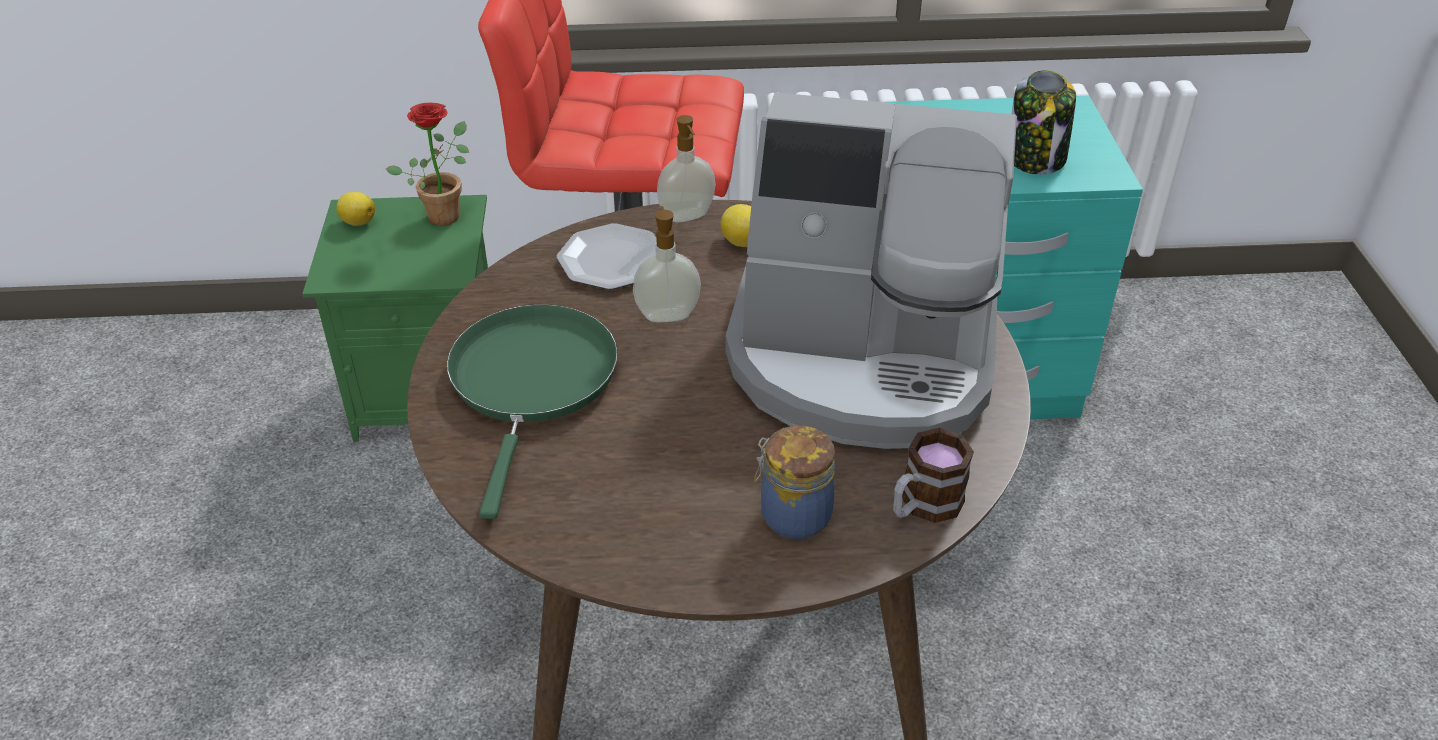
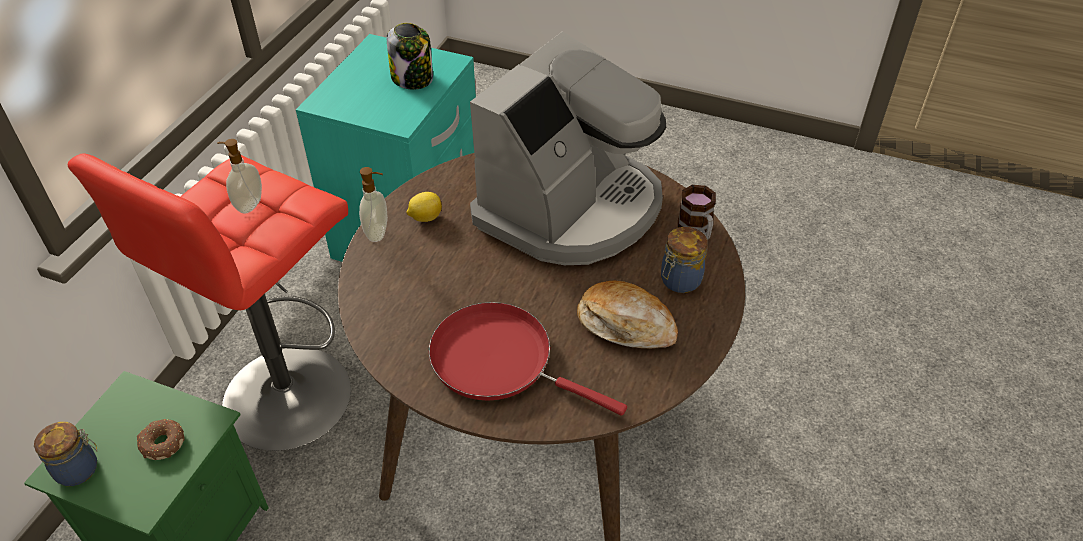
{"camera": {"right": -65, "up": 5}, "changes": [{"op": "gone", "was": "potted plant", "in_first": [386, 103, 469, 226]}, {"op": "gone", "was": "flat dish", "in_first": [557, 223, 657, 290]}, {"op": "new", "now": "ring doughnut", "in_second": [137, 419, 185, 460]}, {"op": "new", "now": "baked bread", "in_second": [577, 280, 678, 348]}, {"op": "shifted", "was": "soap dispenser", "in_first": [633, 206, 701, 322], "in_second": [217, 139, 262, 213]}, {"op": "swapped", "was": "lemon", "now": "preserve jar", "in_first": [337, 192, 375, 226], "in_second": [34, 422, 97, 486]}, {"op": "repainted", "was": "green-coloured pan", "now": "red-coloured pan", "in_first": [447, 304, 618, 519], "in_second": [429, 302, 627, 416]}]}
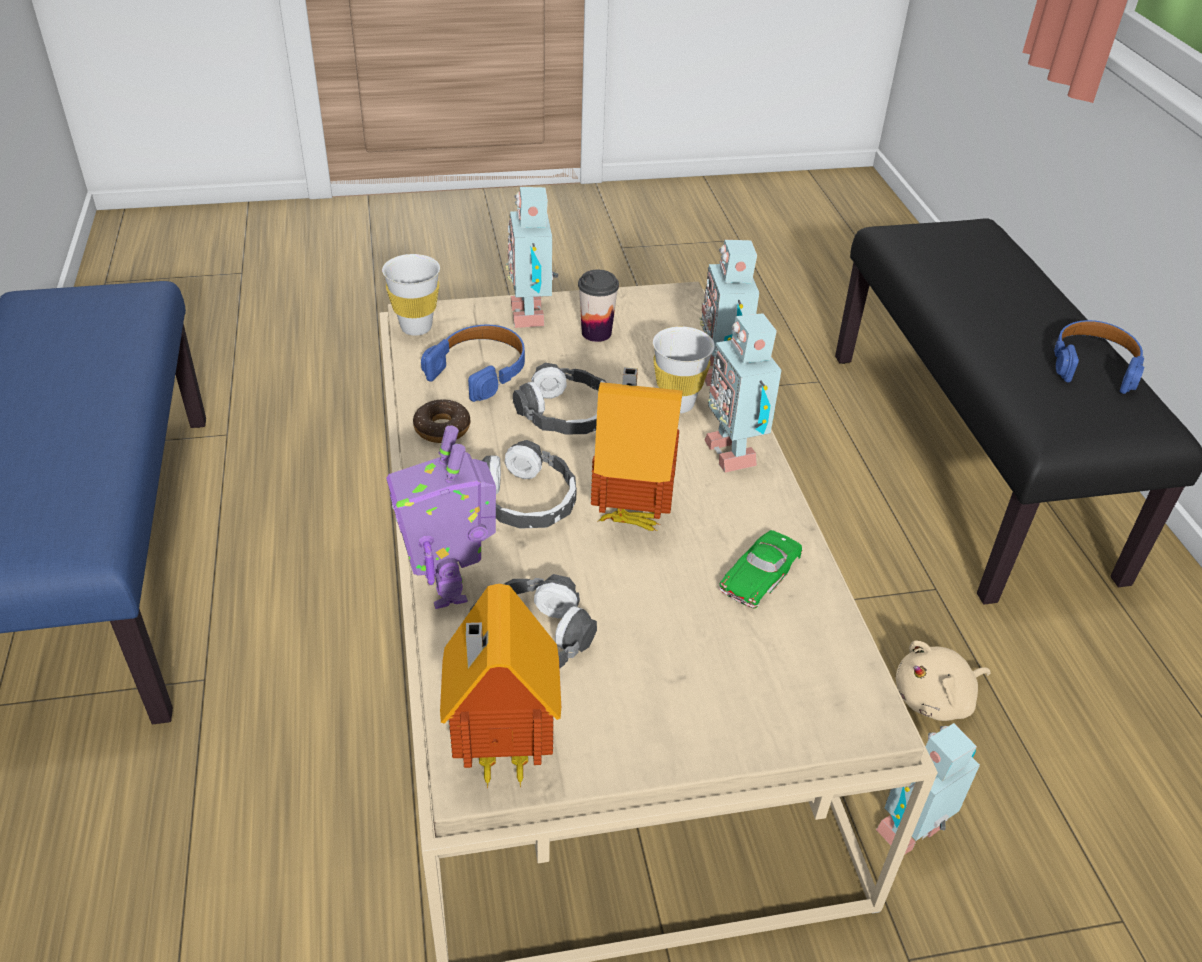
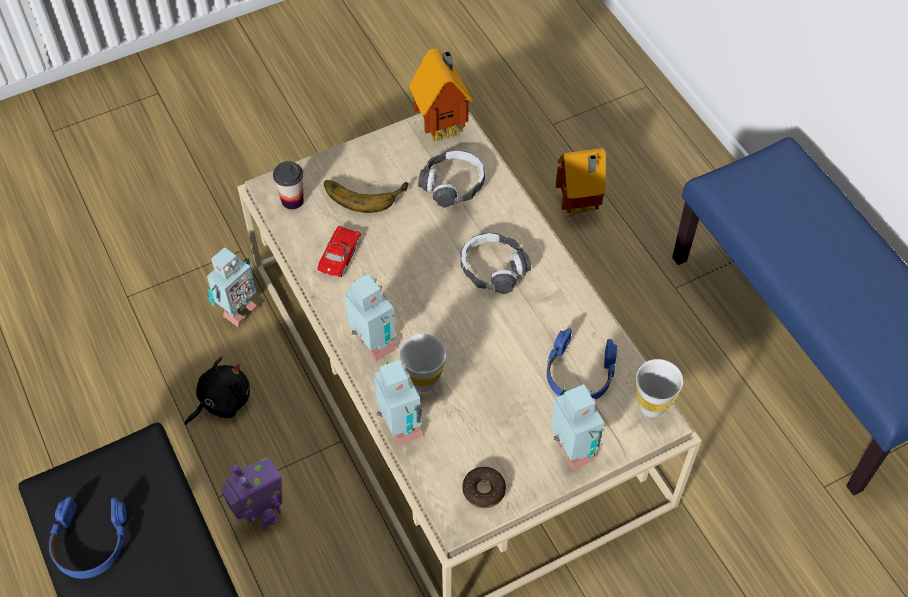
{"camera": {"right": 165, "up": 15}, "changes": [{"op": "gone", "was": "pair of headphones", "in_first": [513, 363, 607, 435]}, {"op": "new", "now": "banana fruit", "in_second": [324, 180, 409, 213]}, {"op": "shifted", "was": "toy robot", "in_first": [386, 426, 496, 609], "in_second": [221, 457, 283, 531]}, {"op": "shifted", "was": "ring doughnut", "in_first": [413, 399, 470, 443], "in_second": [462, 467, 506, 508]}, {"op": "shifted", "was": "small cup", "in_first": [578, 270, 619, 342], "in_second": [273, 161, 304, 210]}, {"op": "shifted", "was": "toy house", "in_first": [591, 367, 683, 531], "in_second": [555, 148, 606, 218]}, {"op": "repainted", "was": "green-coloured miniature car", "now": "red-coloured miniature car", "in_first": [719, 530, 802, 609], "in_second": [317, 226, 361, 277]}, {"op": "repainted", "was": "beige plush toy", "now": "blackish plush toy", "in_first": [896, 640, 991, 721], "in_second": [185, 357, 250, 425]}]}
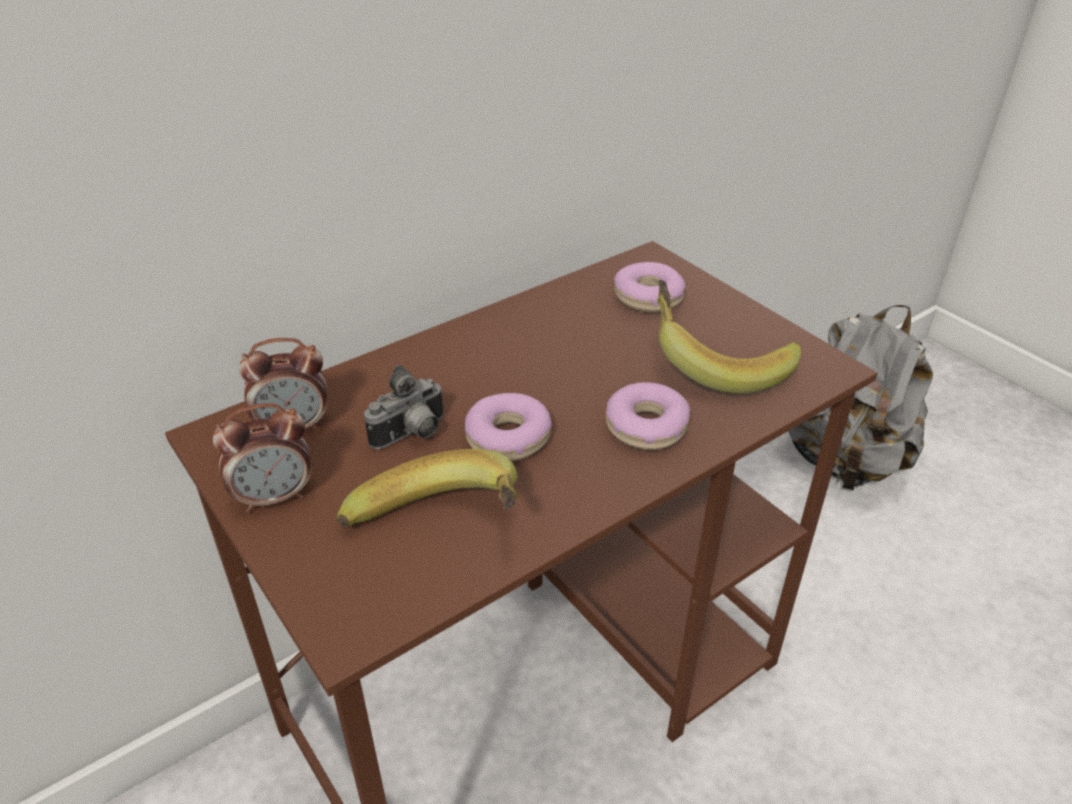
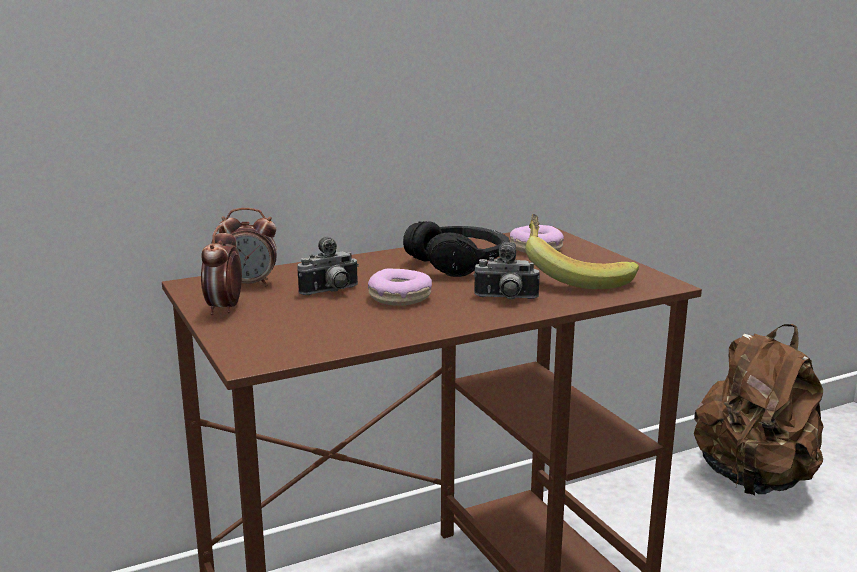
{"camera": {"right": 10, "up": -20}, "changes": [{"op": "gone", "was": "banana fruit", "in_first": [337, 449, 517, 527]}, {"op": "new", "now": "blackish pair of headphones", "in_second": [403, 221, 510, 277]}, {"op": "swapped", "was": "ring doughnut", "now": "still camera", "in_first": [606, 382, 690, 450], "in_second": [474, 242, 540, 299]}, {"op": "repainted", "was": "greyish backpack", "now": "brown backpack", "in_first": [788, 305, 933, 490], "in_second": [694, 324, 824, 495]}, {"op": "rotated", "was": "bedside clock", "in_first": [213, 403, 312, 512], "in_second": [201, 225, 242, 315], "clockwise": 105}]}
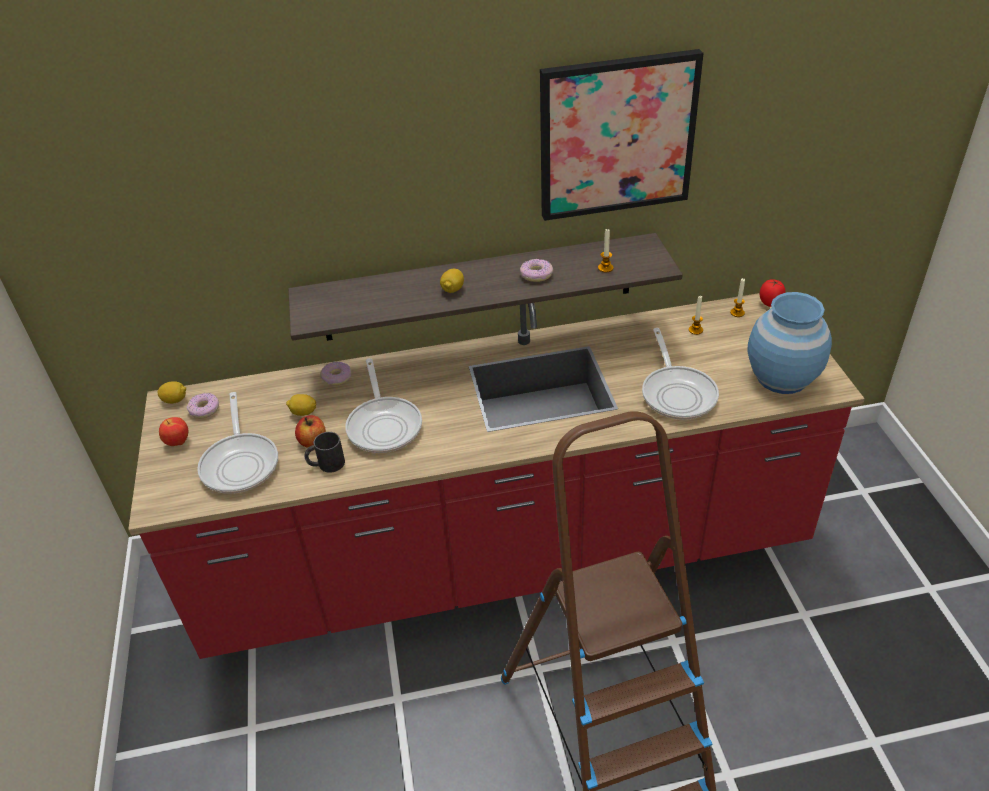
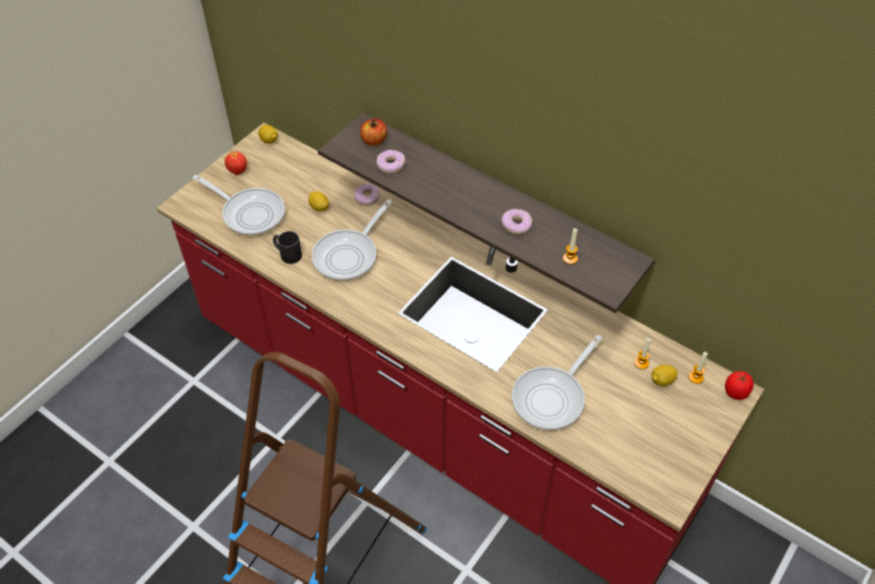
{"camera": {"right": 45, "up": 10}, "changes": [{"op": "gone", "was": "wall picture", "in_first": [540, 49, 704, 221]}, {"op": "gone", "was": "blue vase", "in_first": [748, 292, 832, 394]}, {"op": "shifted", "was": "ring doughnut", "in_first": [187, 393, 219, 418], "in_second": [376, 150, 405, 174]}, {"op": "shifted", "was": "whole apple", "in_first": [295, 415, 326, 448], "in_second": [360, 118, 387, 146]}, {"op": "shifted", "was": "lemon", "in_first": [440, 269, 464, 293], "in_second": [651, 364, 678, 386]}, {"op": "rotated", "was": "pan", "in_first": [197, 392, 278, 494], "in_second": [192, 175, 285, 236], "clockwise": -90}]}
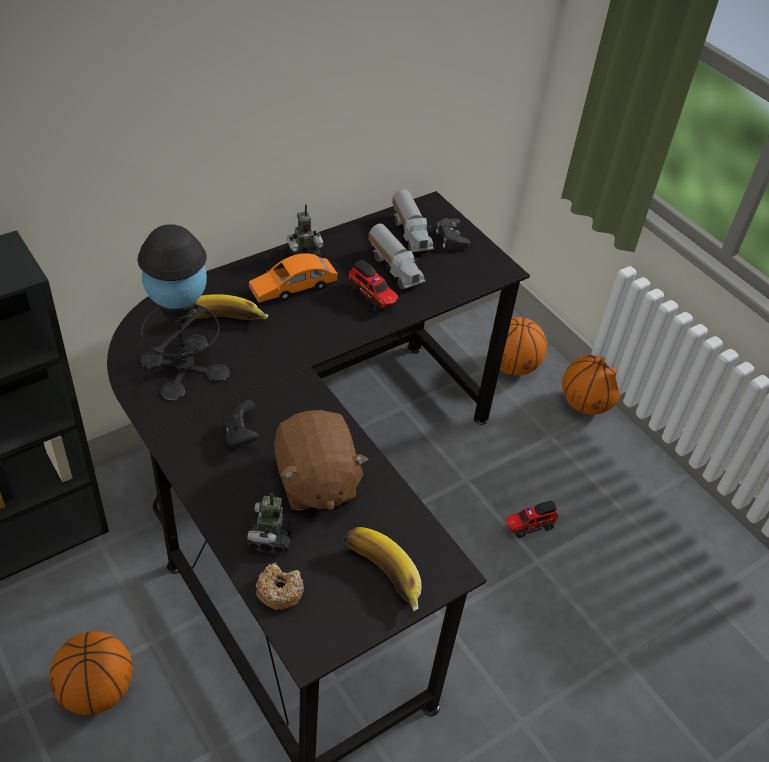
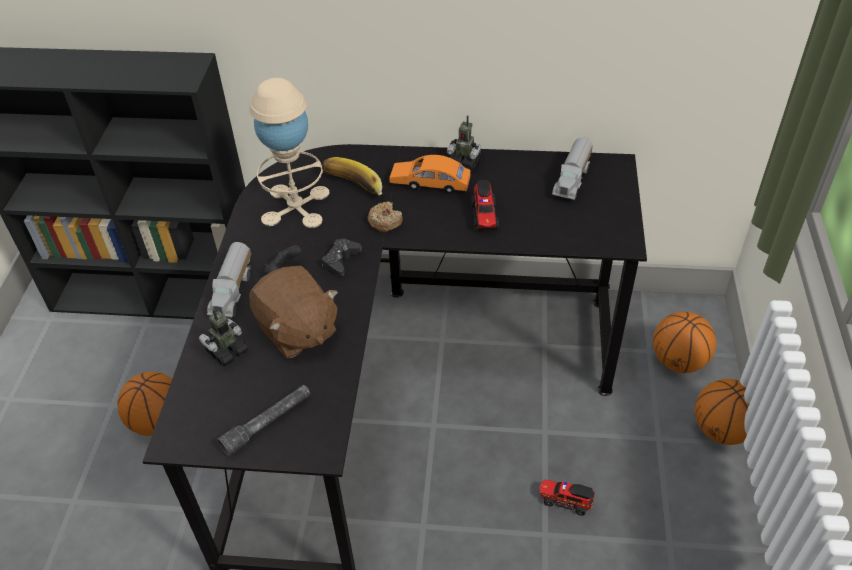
{"camera": {"right": 45, "up": 0}, "changes": [{"op": "shifted", "was": "ring doughnut", "in_first": [255, 562, 304, 610], "in_second": [368, 201, 403, 232]}, {"op": "shifted", "was": "toy truck", "in_first": [368, 224, 425, 289], "in_second": [207, 242, 251, 317]}, {"op": "shifted", "was": "blackish game controller", "in_first": [436, 218, 470, 250], "in_second": [322, 238, 362, 276]}, {"op": "swapped", "was": "banana fruit", "now": "greyish flashlight", "in_first": [343, 527, 422, 611], "in_second": [217, 385, 310, 456]}, {"op": "repainted", "was": "blackish table lamp", "now": "beige table lamp", "in_first": [137, 225, 230, 400], "in_second": [249, 78, 329, 228]}, {"op": "rotated", "was": "brown plush toy", "in_first": [274, 410, 368, 510], "in_second": [249, 266, 338, 359], "clockwise": -60}]}
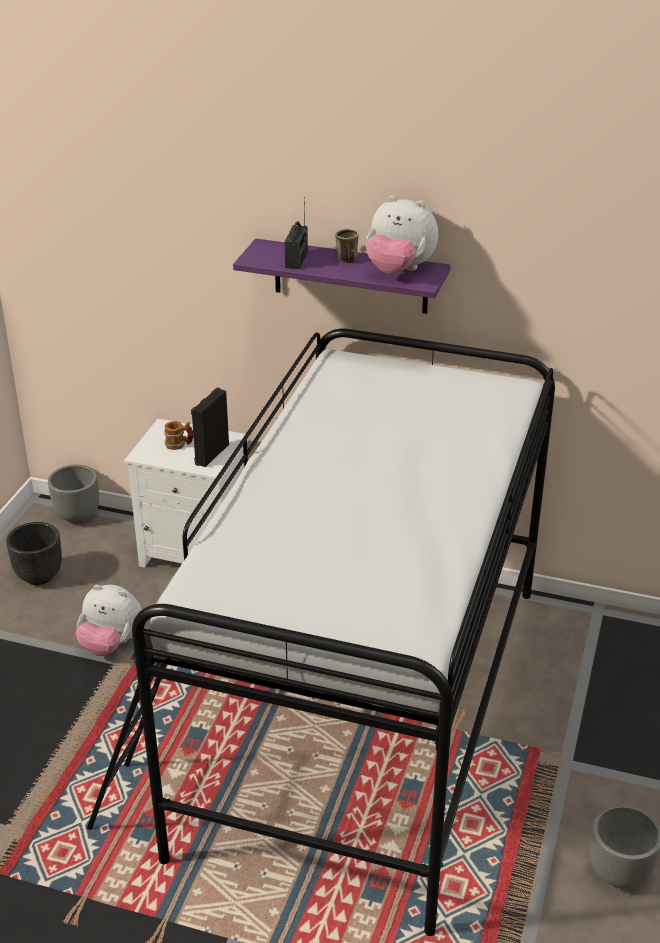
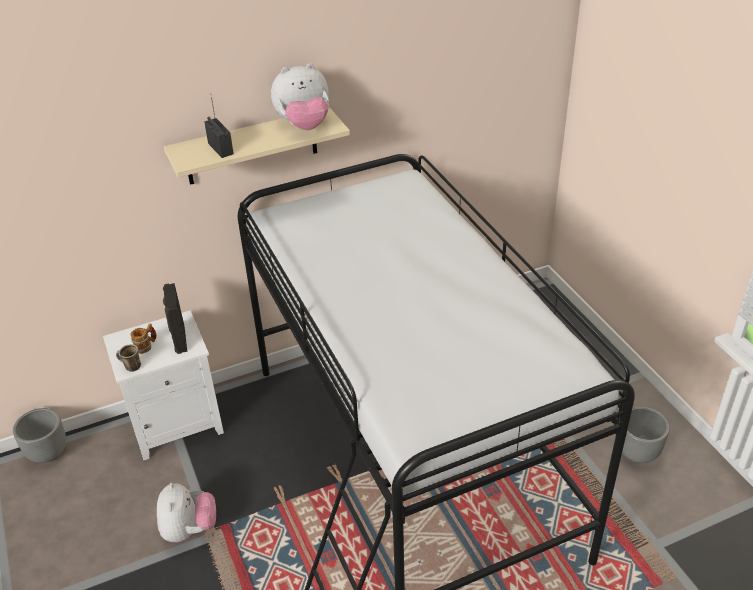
{"camera": {"right": -40, "up": 5}, "changes": [{"op": "gone", "was": "blackish planter", "in_first": [6, 522, 62, 585]}, {"op": "shifted", "was": "mug", "in_first": [335, 229, 359, 263], "in_second": [116, 344, 141, 372]}, {"op": "repainted", "was": "purple wall shelf", "now": "beige wall shelf", "in_first": [233, 239, 451, 314], "in_second": [163, 107, 350, 185]}, {"op": "rotated", "was": "plush toy", "in_first": [76, 585, 142, 656], "in_second": [157, 483, 216, 542], "clockwise": -75}]}
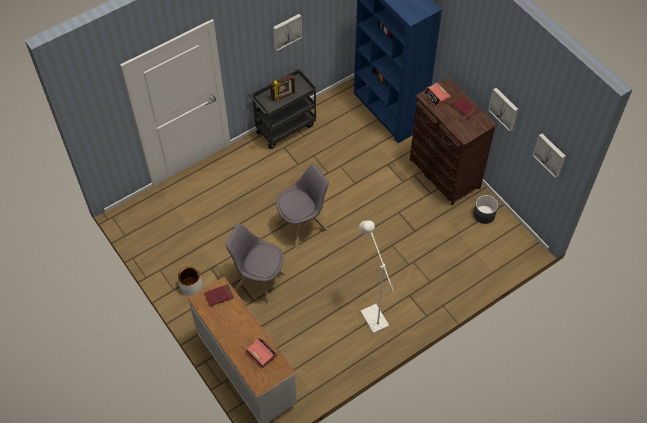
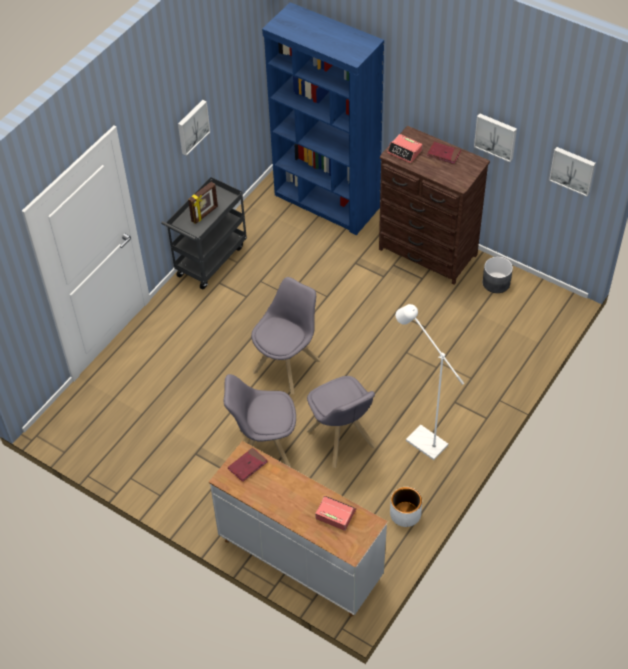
{"camera": {"right": -20, "up": -5}, "changes": [{"op": "new", "now": "greyish plain chair", "in_second": [307, 376, 376, 468]}, {"op": "shifted", "was": "whitish planter", "in_first": [177, 267, 202, 295], "in_second": [390, 487, 422, 527]}]}
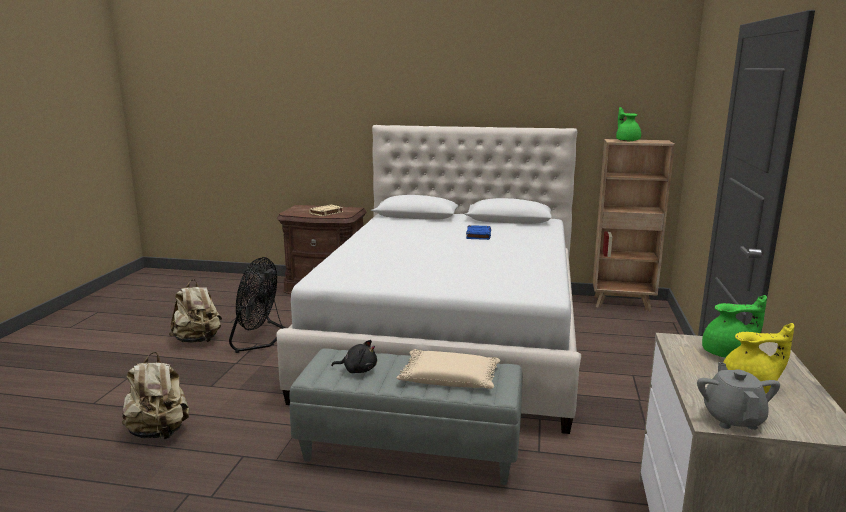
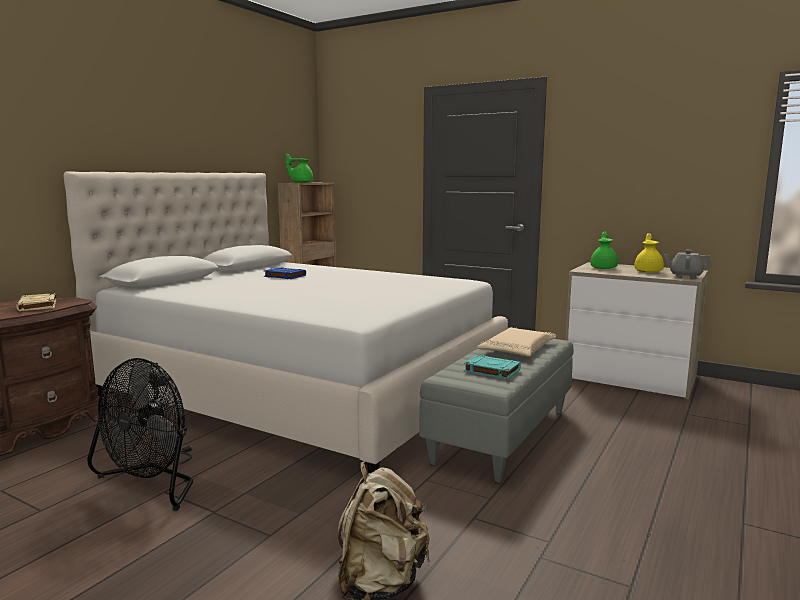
{"camera": {"right": -70, "up": -5}, "changes": [{"op": "gone", "was": "beige backpack", "in_first": [169, 279, 222, 343]}, {"op": "swapped", "was": "blackish plush toy", "now": "turquoise-coloured volume", "in_first": [331, 340, 377, 373], "in_second": [464, 355, 521, 379]}]}
